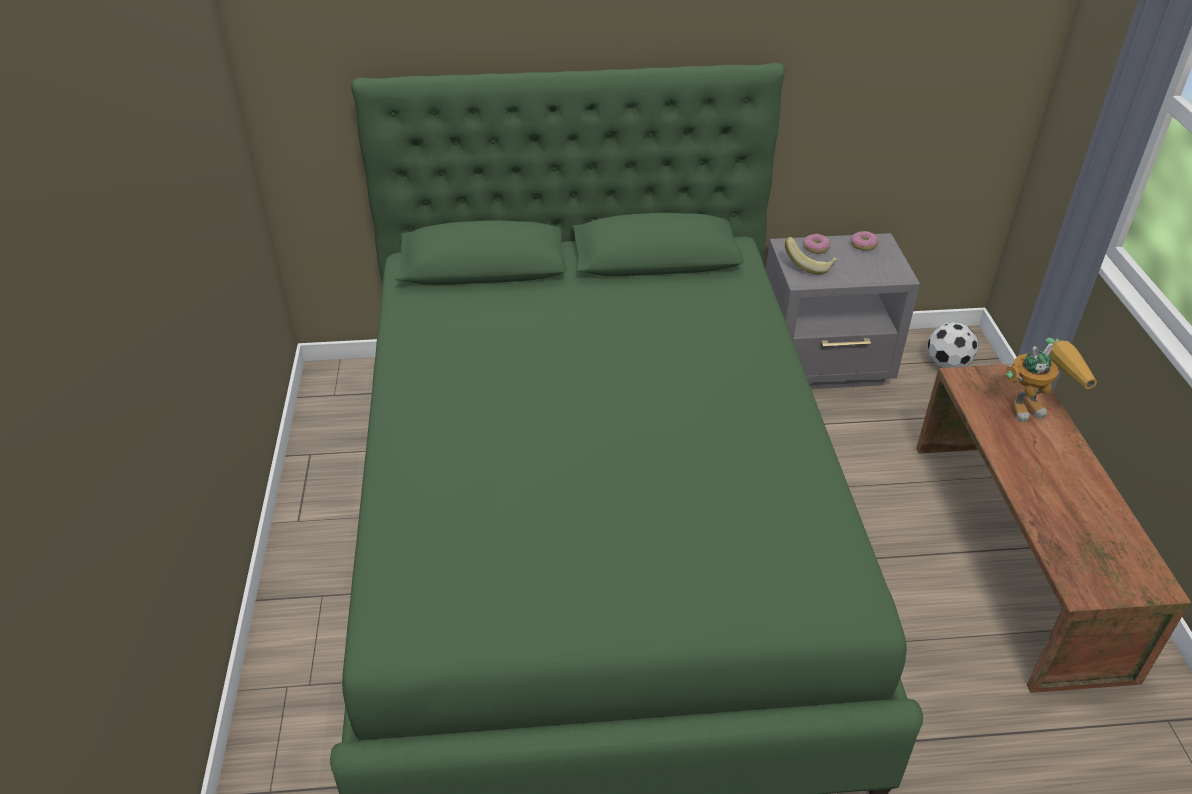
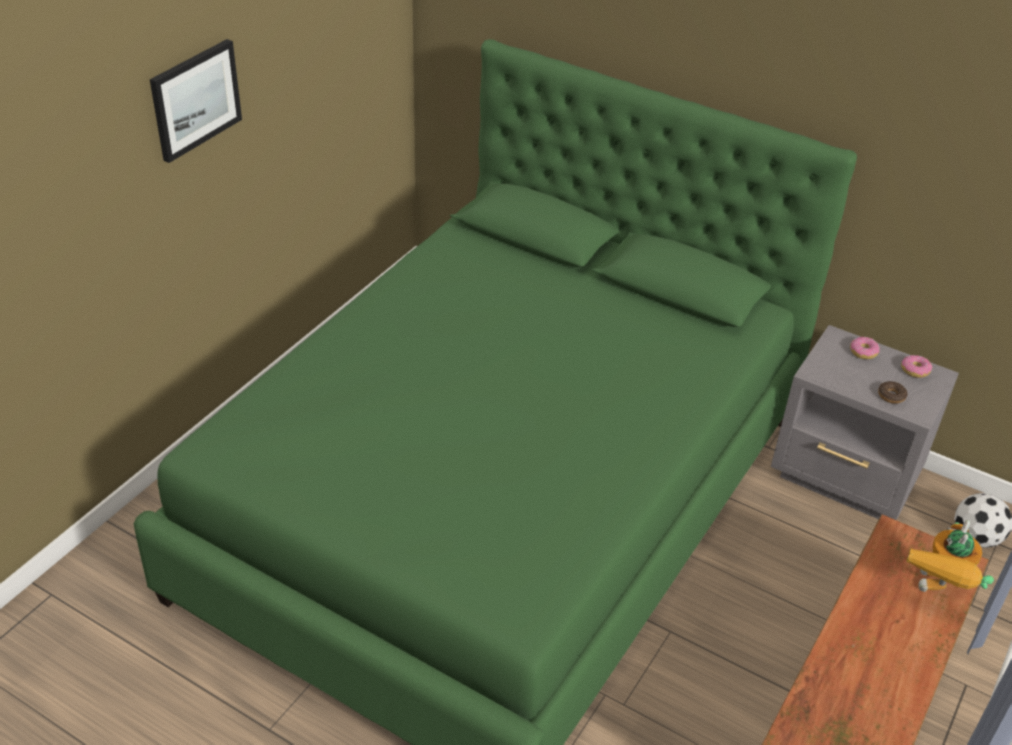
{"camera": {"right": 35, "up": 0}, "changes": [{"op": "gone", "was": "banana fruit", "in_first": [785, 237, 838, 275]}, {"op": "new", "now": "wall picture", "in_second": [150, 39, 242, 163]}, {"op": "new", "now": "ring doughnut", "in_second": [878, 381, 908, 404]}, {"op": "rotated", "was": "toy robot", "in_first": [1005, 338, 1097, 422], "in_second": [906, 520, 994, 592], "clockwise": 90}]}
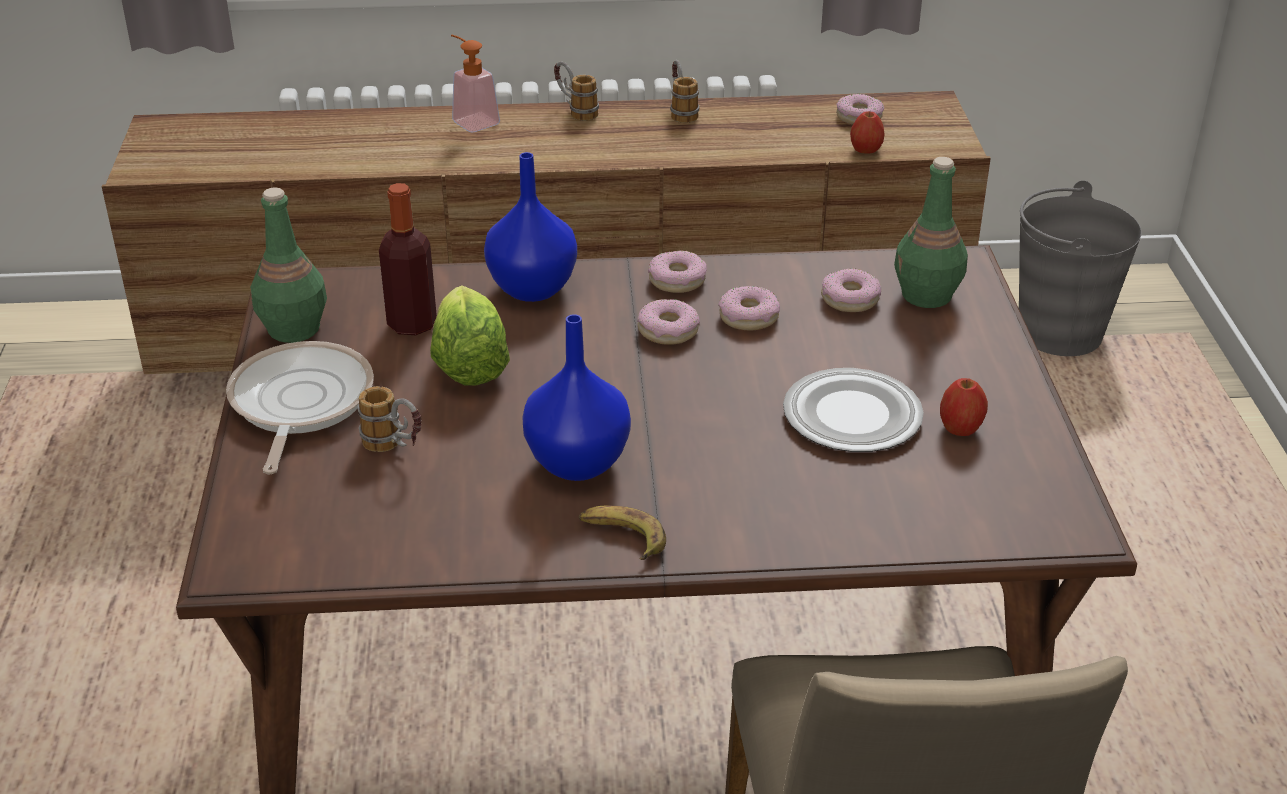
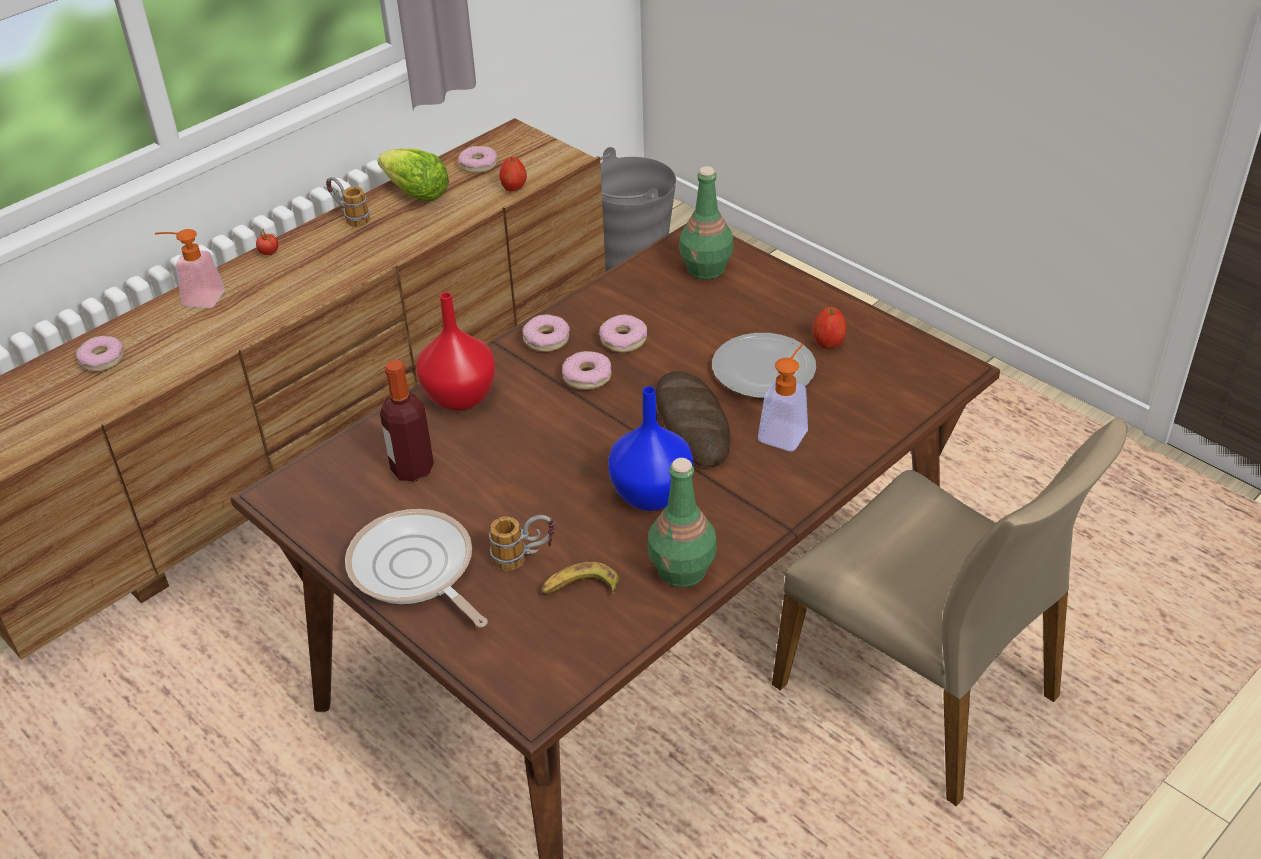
{"camera": {"right": -40, "up": 5}, "changes": [{"op": "new", "now": "baked bread", "in_second": [655, 371, 731, 467]}, {"op": "new", "now": "soap dispenser", "in_second": [758, 343, 808, 451]}, {"op": "shifted", "was": "green-coloured bottle", "in_first": [250, 188, 327, 343], "in_second": [648, 458, 717, 587]}, {"op": "shifted", "was": "lettuce head", "in_first": [430, 286, 510, 386], "in_second": [377, 149, 449, 201]}, {"op": "shifted", "was": "banana fruit", "in_first": [579, 506, 666, 560], "in_second": [541, 562, 619, 595]}, {"op": "shifted", "was": "ring doughnut", "in_first": [821, 268, 881, 312], "in_second": [76, 336, 124, 372]}, {"op": "swapped", "was": "mug", "now": "tomato", "in_first": [554, 61, 599, 121], "in_second": [256, 229, 278, 255]}, {"op": "repainted", "was": "blue vase", "now": "red-coloured vase", "in_first": [484, 152, 577, 302], "in_second": [416, 292, 496, 411]}]}
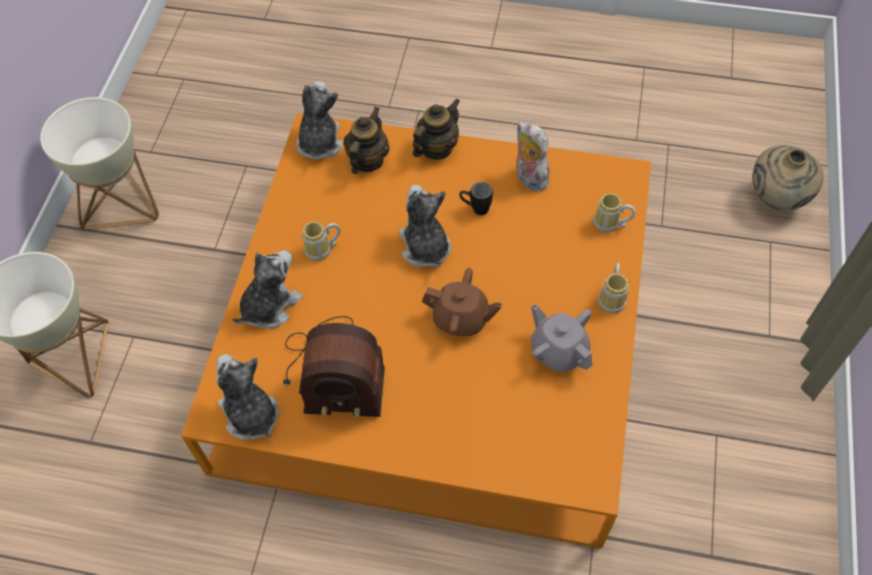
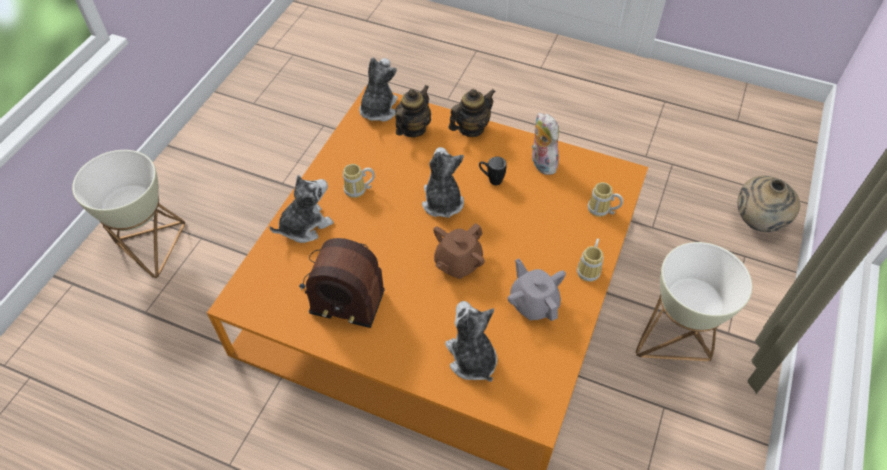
{"camera": {"right": 10, "up": -5}, "changes": [{"op": "shifted", "was": "planter", "in_first": [40, 97, 159, 230], "in_second": [636, 242, 752, 361]}, {"op": "shifted", "was": "plush toy", "in_first": [216, 354, 279, 440], "in_second": [445, 301, 497, 382]}, {"op": "rotated", "was": "brown tea pot", "in_first": [422, 268, 502, 336], "in_second": [433, 223, 485, 279], "clockwise": 105}]}
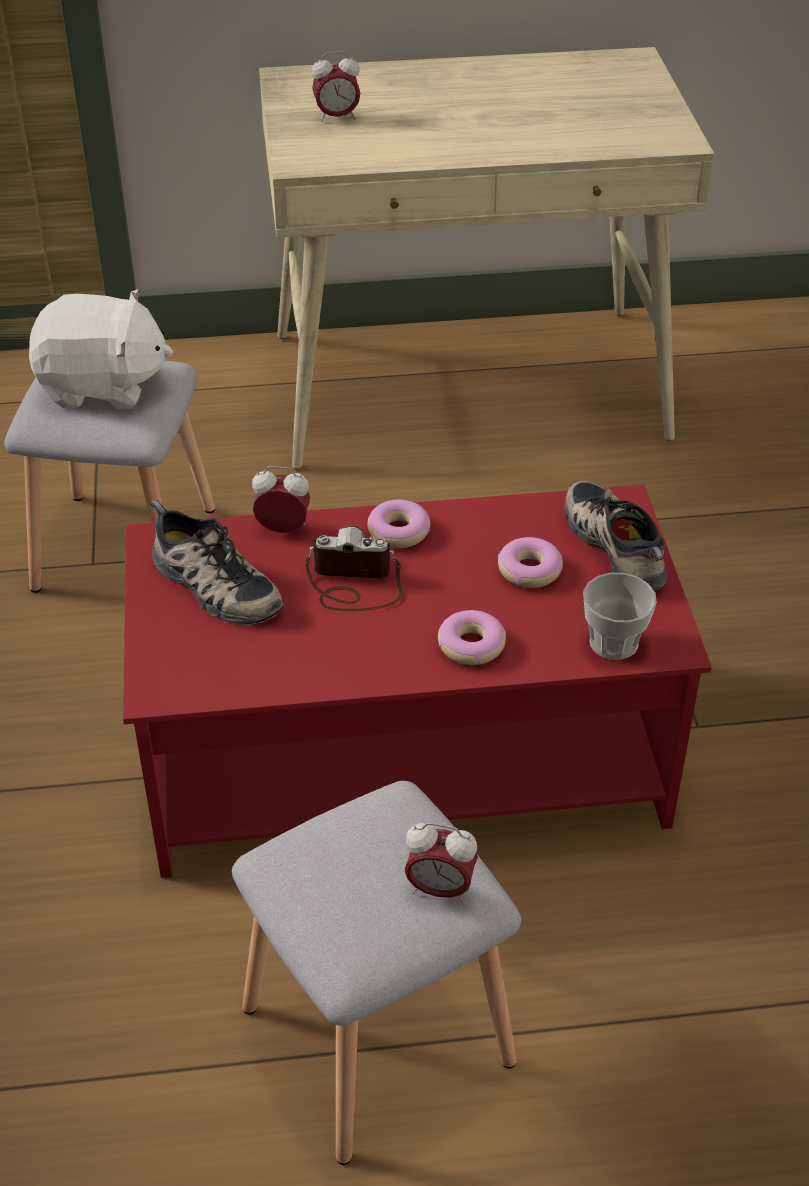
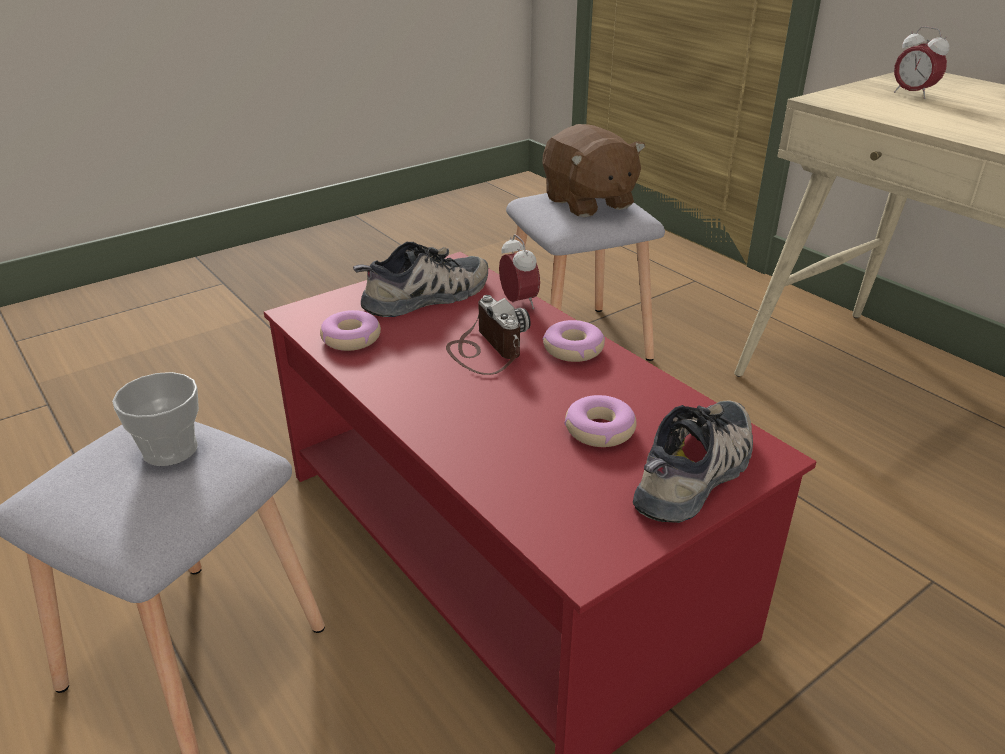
{"camera": {"right": 60, "up": -10}, "changes": [{"op": "gone", "was": "bedside clock", "in_first": [404, 823, 478, 903]}, {"op": "shifted", "was": "ring doughnut", "in_first": [438, 610, 506, 665], "in_second": [320, 310, 381, 351]}, {"op": "shifted", "was": "small cup", "in_first": [583, 573, 657, 660], "in_second": [112, 372, 199, 466]}, {"op": "repainted", "was": "whitish plush toy", "now": "brown plush toy", "in_first": [29, 289, 173, 409], "in_second": [543, 124, 645, 217]}, {"op": "rotated", "was": "item of footwear", "in_first": [150, 500, 283, 625], "in_second": [353, 242, 488, 317], "clockwise": -135}]}
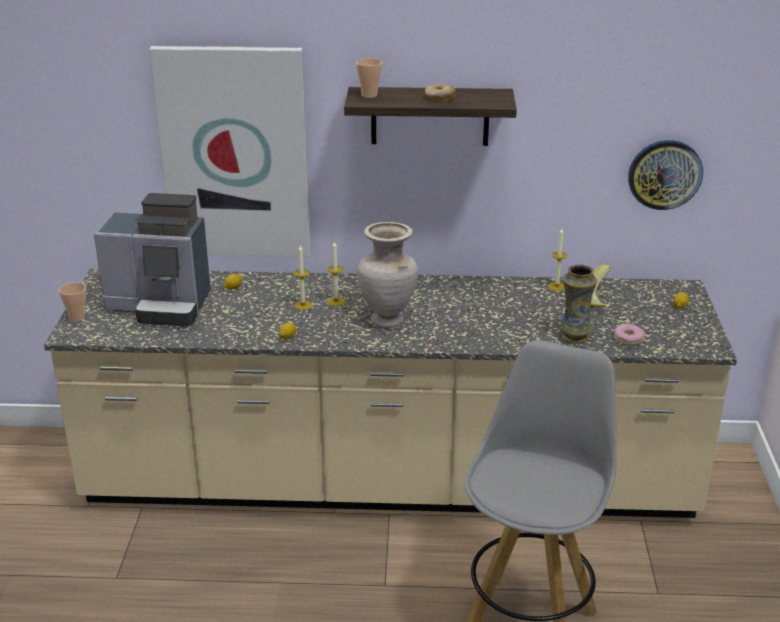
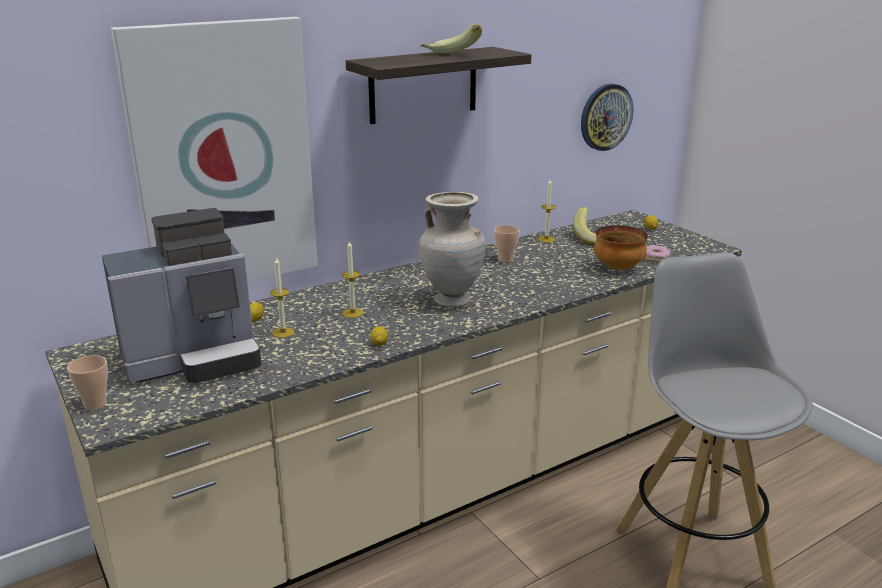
{"camera": {"right": -35, "up": -5}, "changes": [{"op": "shifted", "was": "candle", "in_first": [327, 241, 345, 306], "in_second": [270, 257, 294, 338]}, {"op": "shifted", "was": "small cup", "in_first": [356, 58, 383, 98], "in_second": [494, 225, 520, 263]}, {"op": "swapped", "was": "ring doughnut", "now": "banana fruit", "in_first": [425, 84, 456, 101], "in_second": [420, 24, 482, 54]}, {"op": "swapped", "was": "vase", "now": "deep dish", "in_first": [560, 264, 597, 343], "in_second": [594, 225, 648, 270]}]}
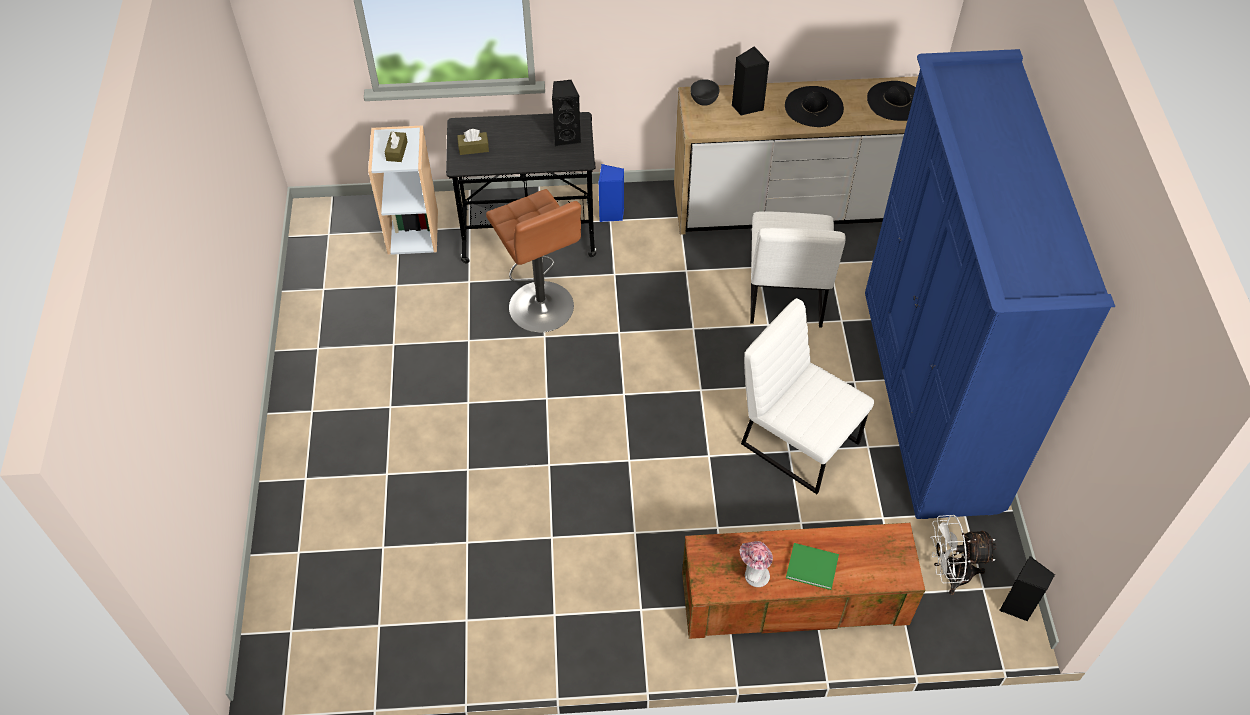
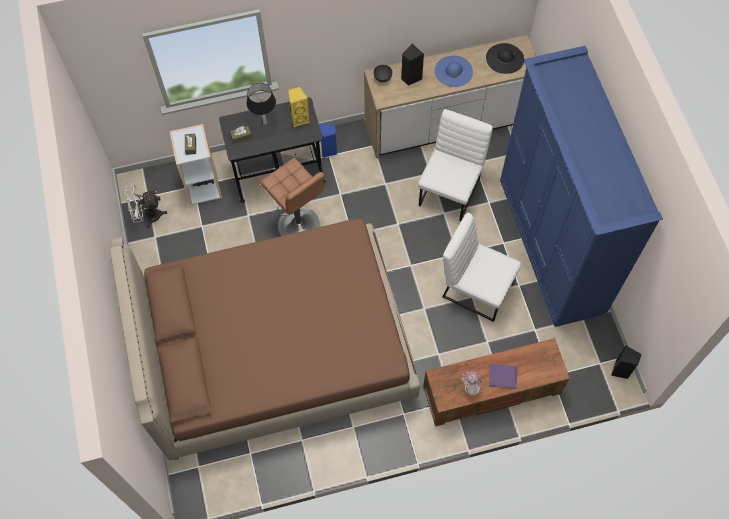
{"camera": {"right": -10, "up": 10}, "changes": [{"op": "new", "now": "brown bedroom bed", "in_second": [110, 218, 420, 460]}, {"op": "new", "now": "blackish table lamp", "in_second": [247, 83, 276, 125]}, {"op": "shifted", "was": "whitish electric fan", "in_first": [930, 515, 996, 595], "in_second": [124, 185, 168, 228]}, {"op": "repainted", "was": "blackish audio speaker", "now": "yellow audio speaker", "in_first": [552, 80, 581, 146], "in_second": [288, 86, 310, 127]}, {"op": "repainted", "was": "blackish hat", "now": "blue hat", "in_first": [785, 86, 844, 127], "in_second": [435, 56, 473, 87]}, {"op": "repainted", "was": "green-coloured volume", "now": "purple volume", "in_first": [786, 543, 839, 590], "in_second": [489, 364, 517, 389]}, {"op": "rotated", "was": "whitish plain chair", "in_first": [750, 211, 845, 328], "in_second": [418, 109, 493, 221], "clockwise": -150}]}
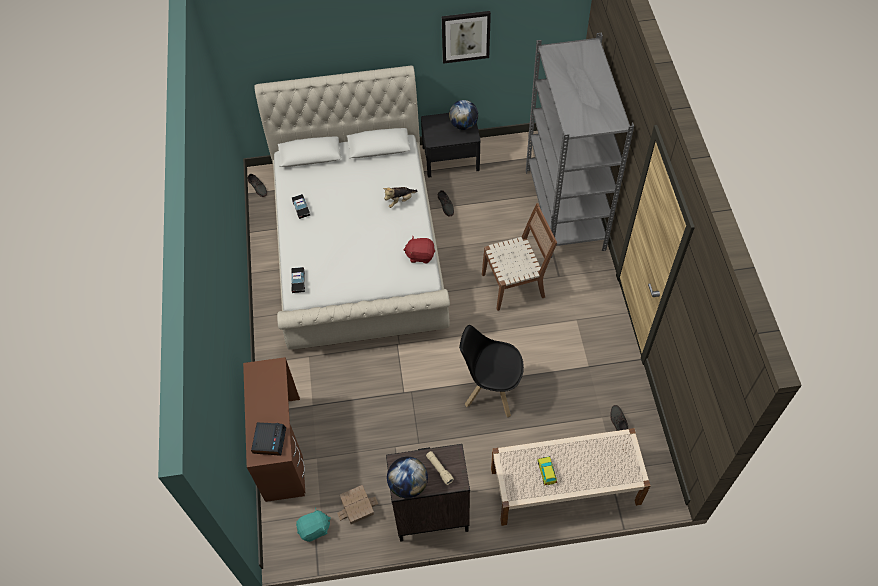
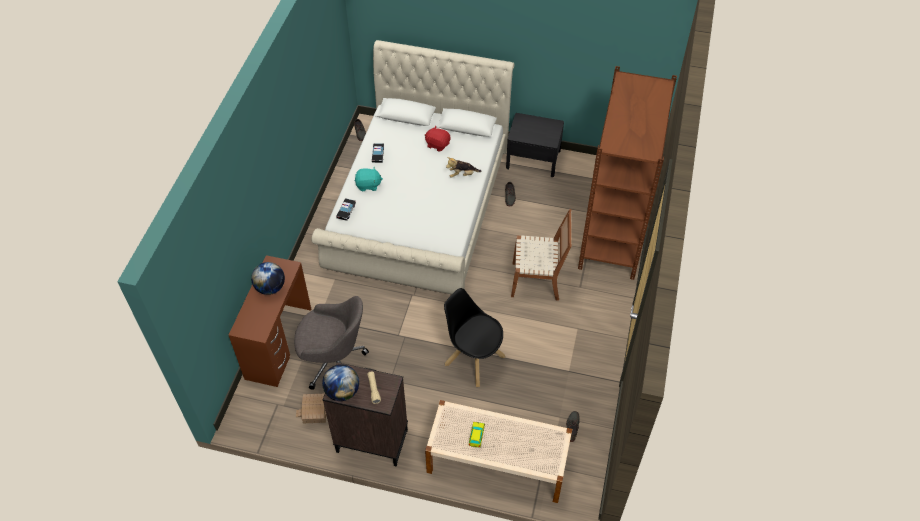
{"camera": {"right": 20, "up": -5}, "changes": [{"op": "gone", "was": "bedside clock", "in_first": [251, 422, 286, 456]}, {"op": "gone", "was": "wall picture", "in_first": [442, 11, 491, 64]}, {"op": "new", "now": "greyish computer chair", "in_second": [294, 296, 369, 390]}, {"op": "shifted", "was": "turquoise-coloured plush toy", "in_first": [296, 507, 331, 542], "in_second": [355, 167, 383, 191]}, {"op": "shifted", "was": "red-coloured plush toy", "in_first": [403, 235, 435, 263], "in_second": [425, 126, 450, 152]}, {"op": "shifted", "was": "globe", "in_first": [449, 100, 478, 130], "in_second": [251, 262, 285, 295]}, {"op": "repainted", "was": "greyish bookcase", "now": "brown bookcase", "in_first": [526, 33, 634, 258], "in_second": [578, 66, 677, 280]}]}
